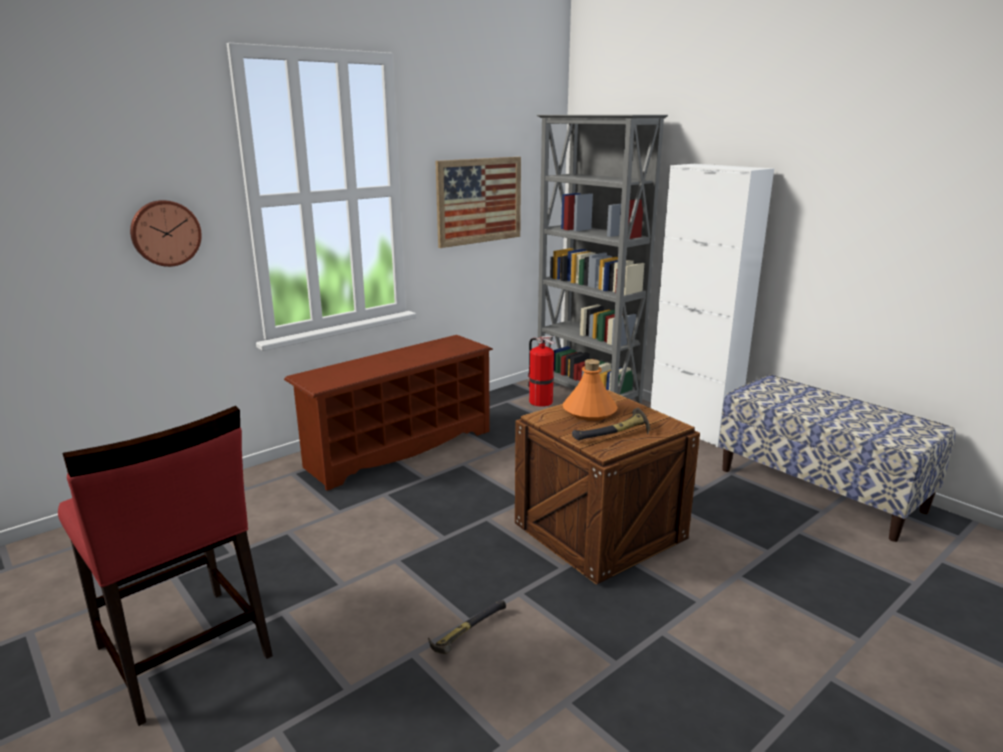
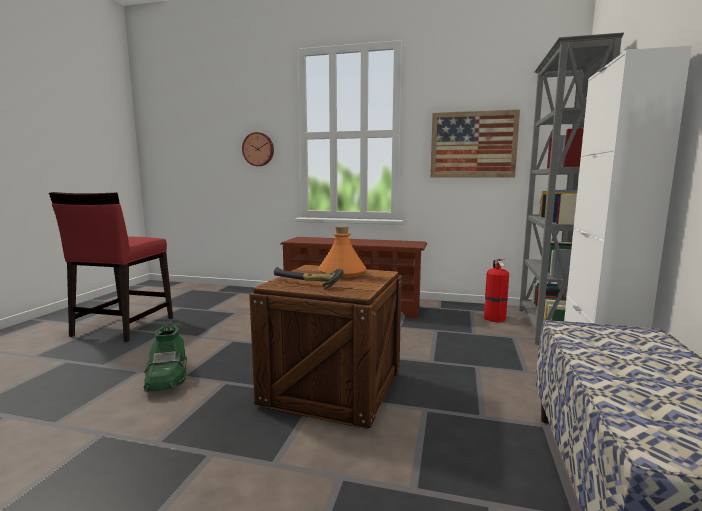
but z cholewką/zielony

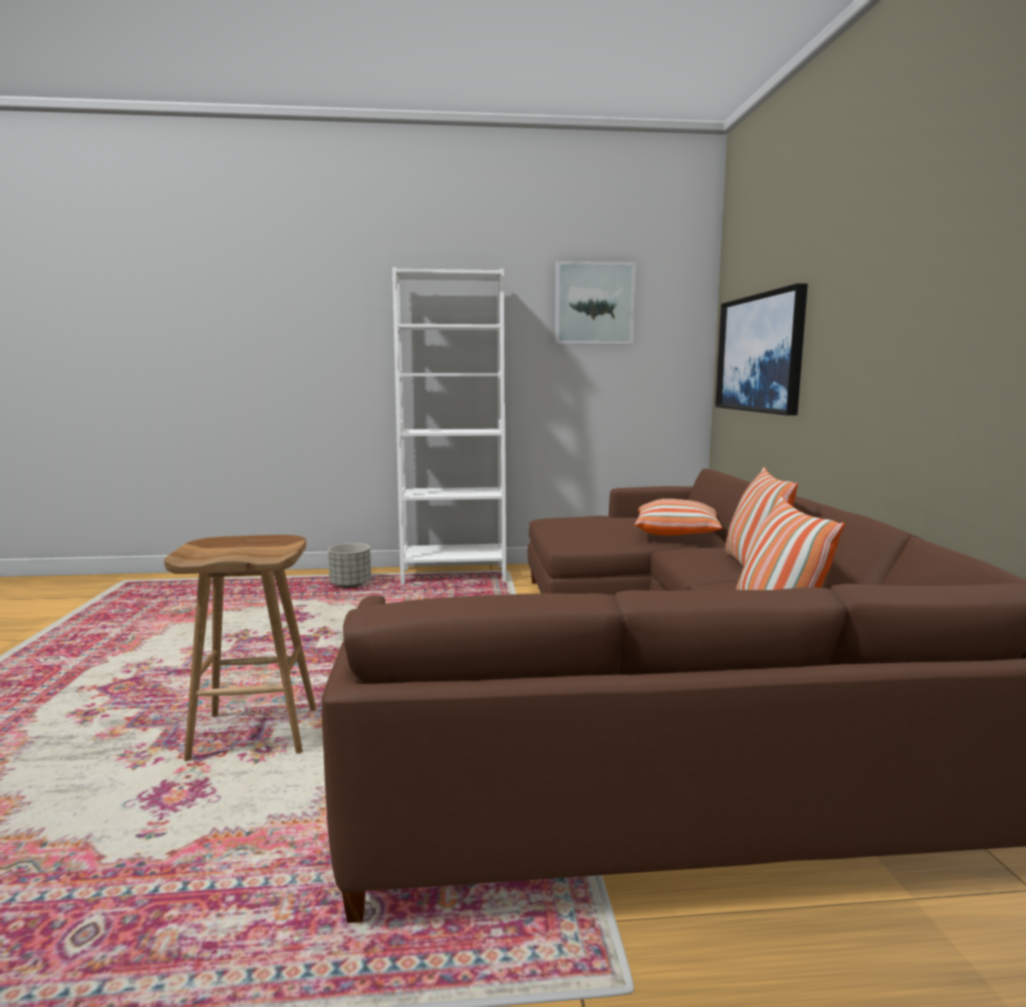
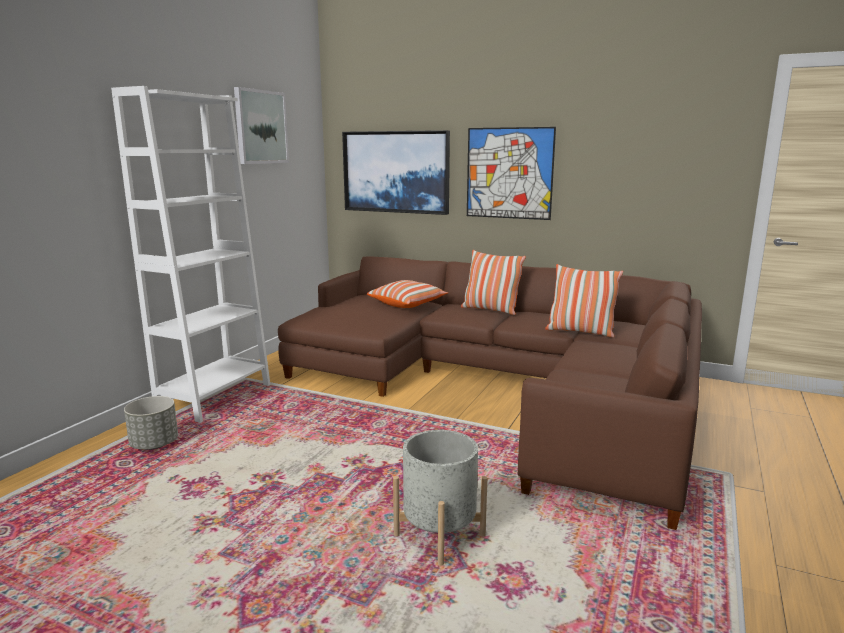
donica/szary (no. 2 from left); obraz (no. 3 from left)

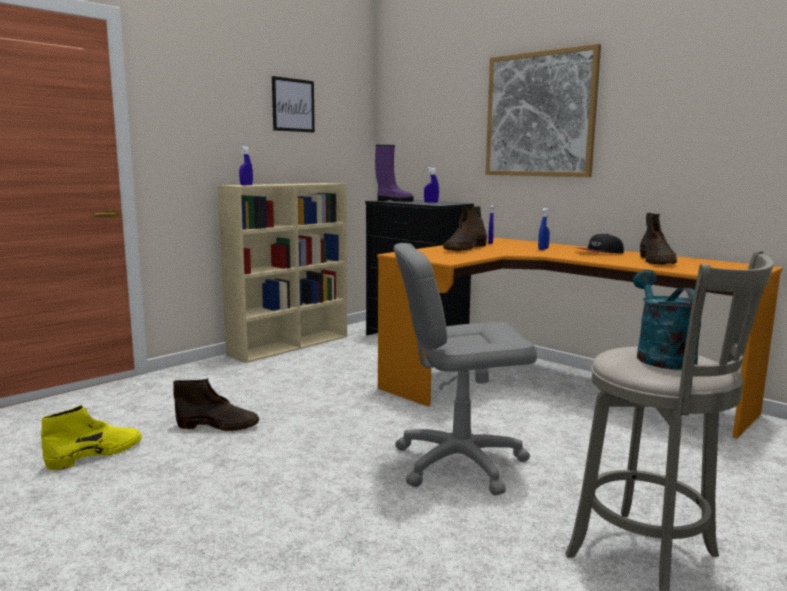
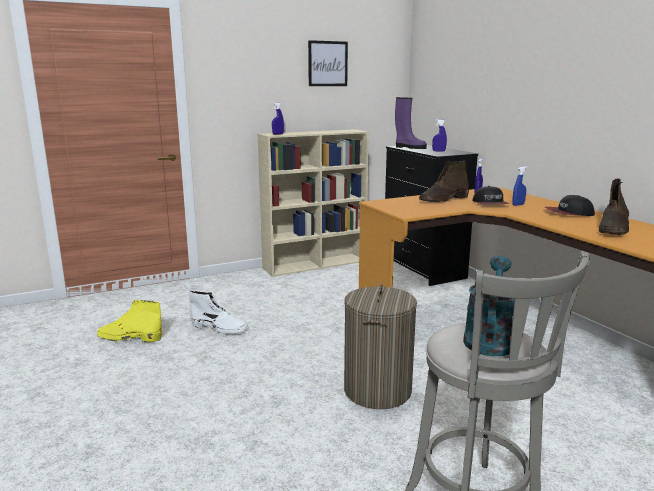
but z cholewką/żółty; but z cholewką/biały; kosz na pranie; czapka z daszkiem (no. 1 from left); obraz (no. 2 from left in the first image)

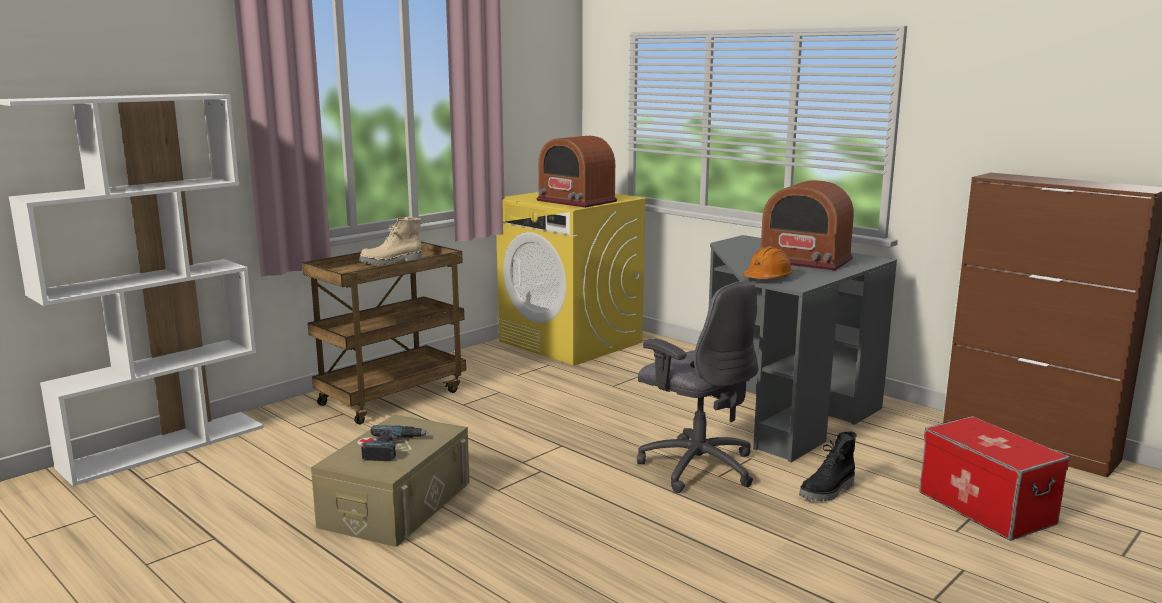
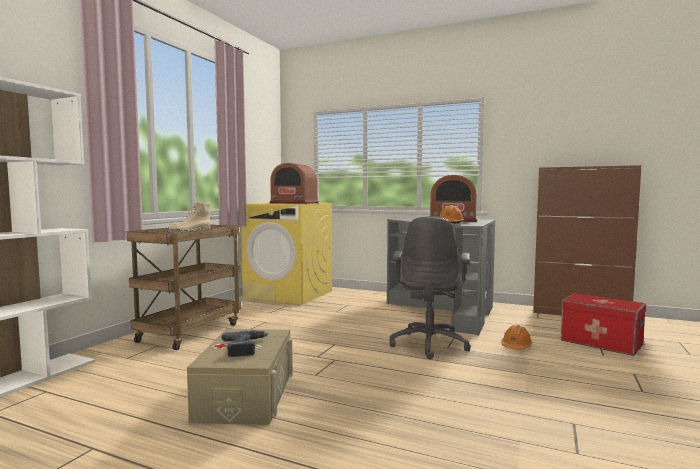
krzesło biurowe/szary; kask/pomarańczowy (no. 2 from left)

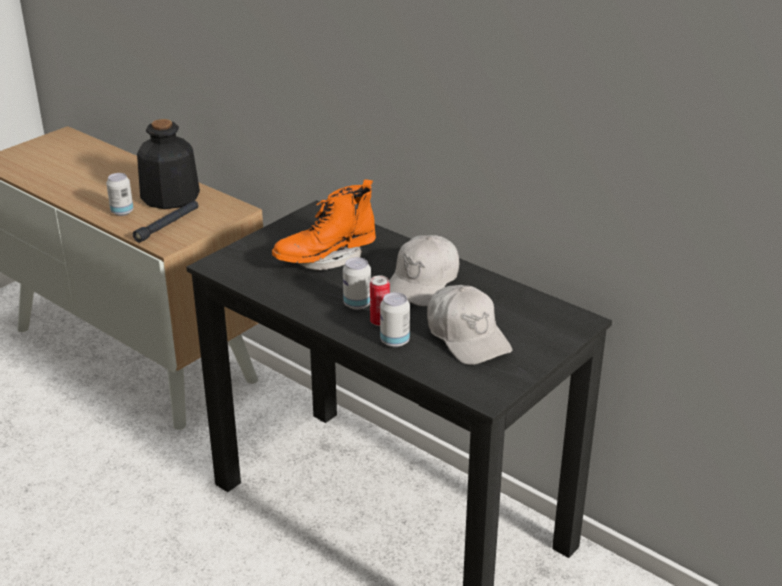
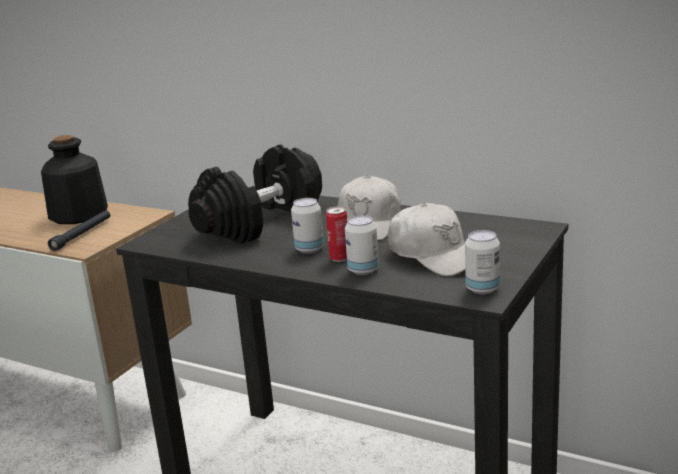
hantel/czarny; puszka (no. 4 from left)

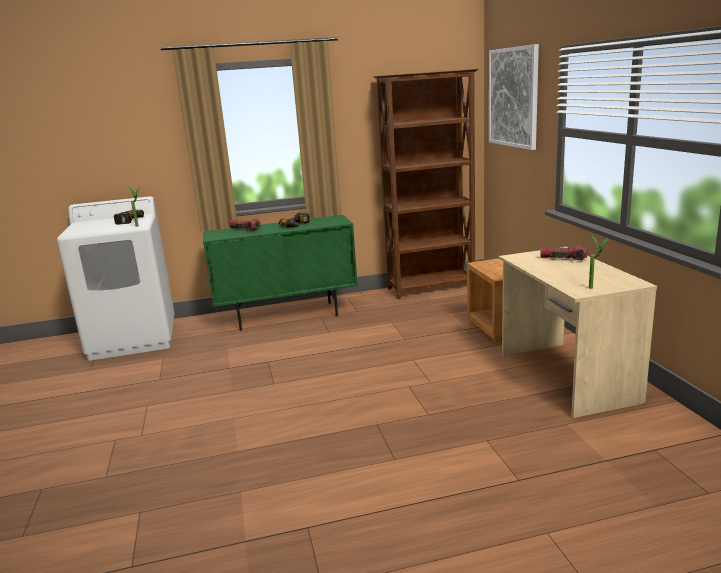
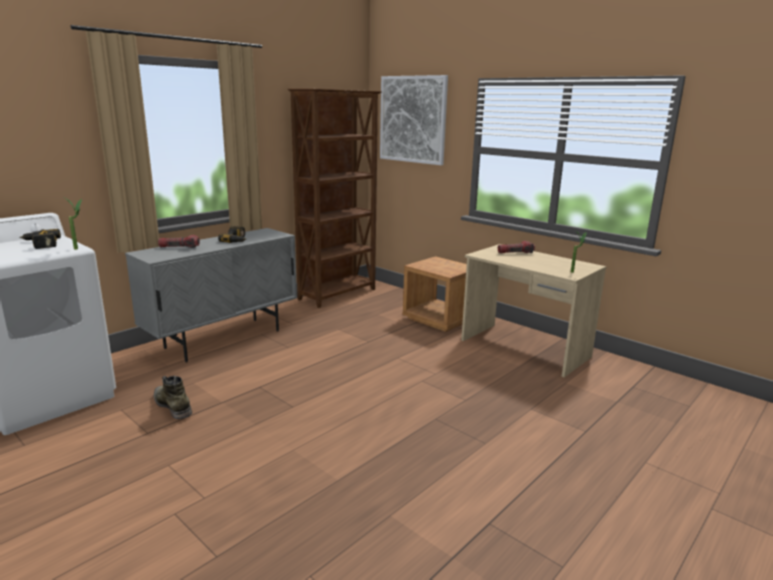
szafka/szary; but z cholewką/zielony

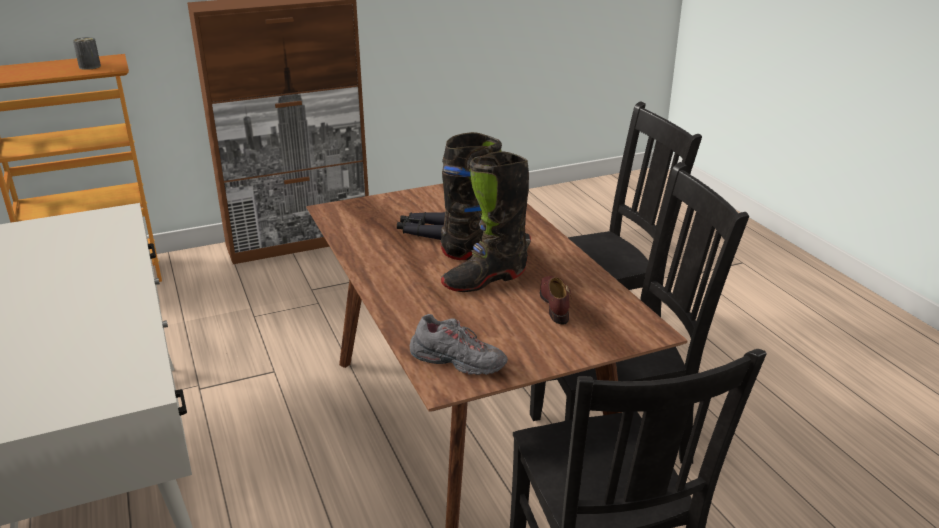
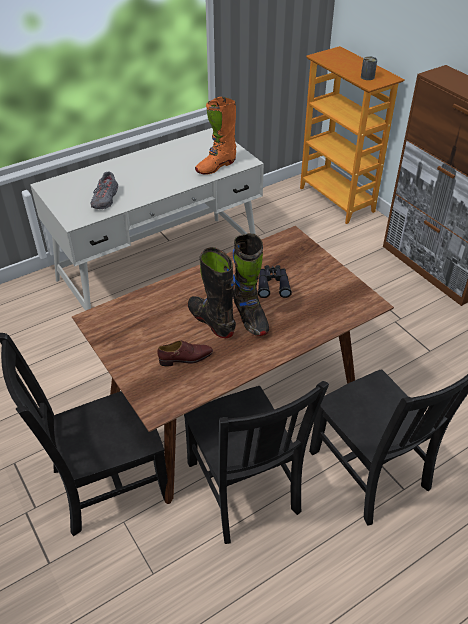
but/szary; but z cholewką/pomarańczowy

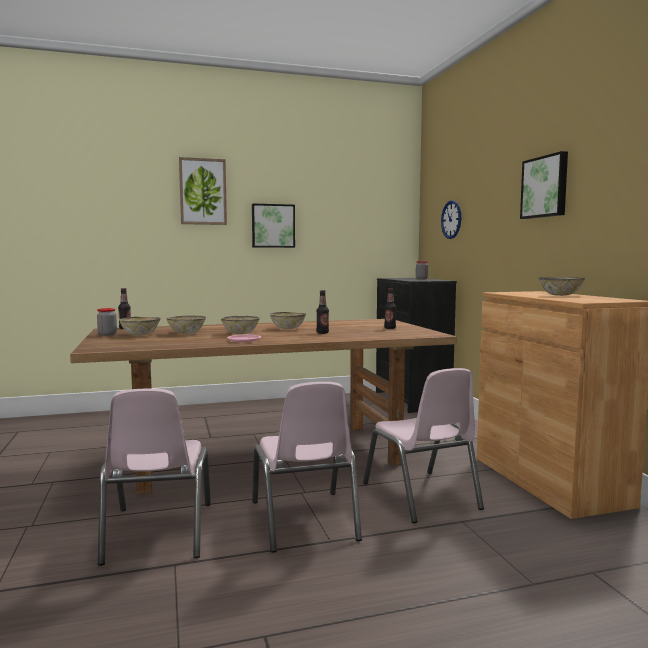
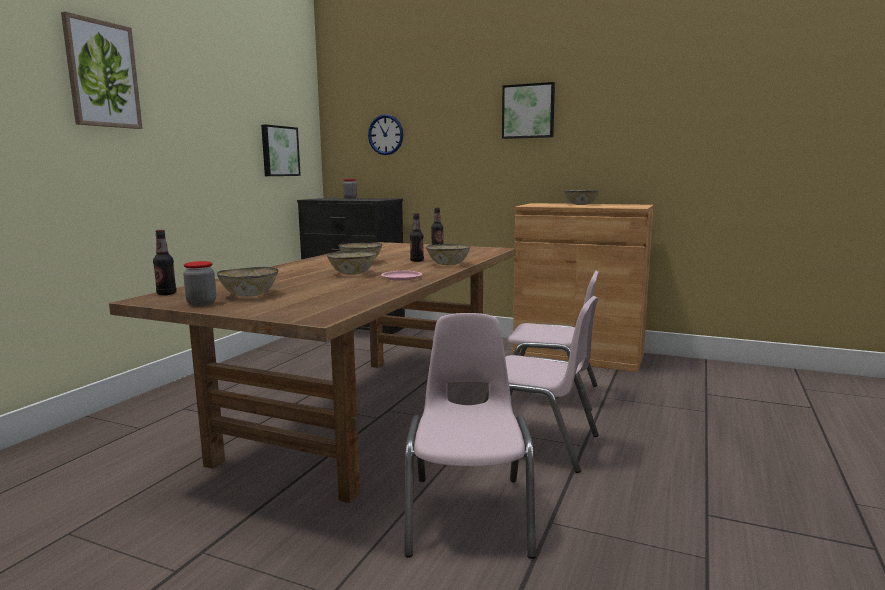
obraz (no. 2 from left); krzesło/różowy (no. 1 from left); miska (no. 4 from left)

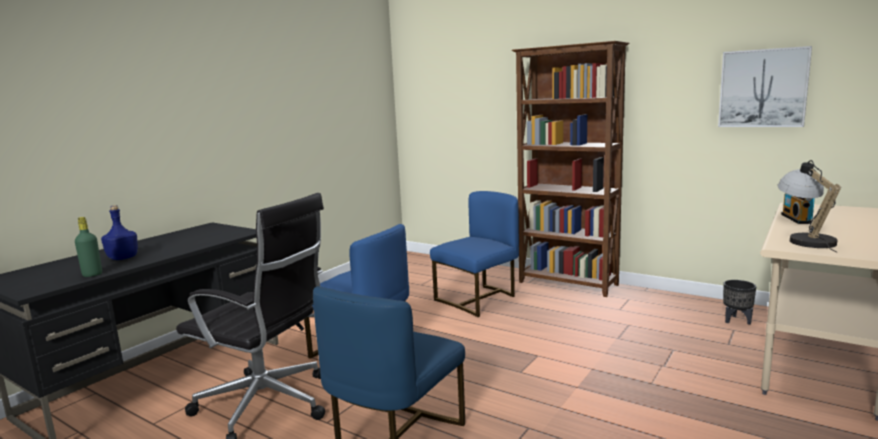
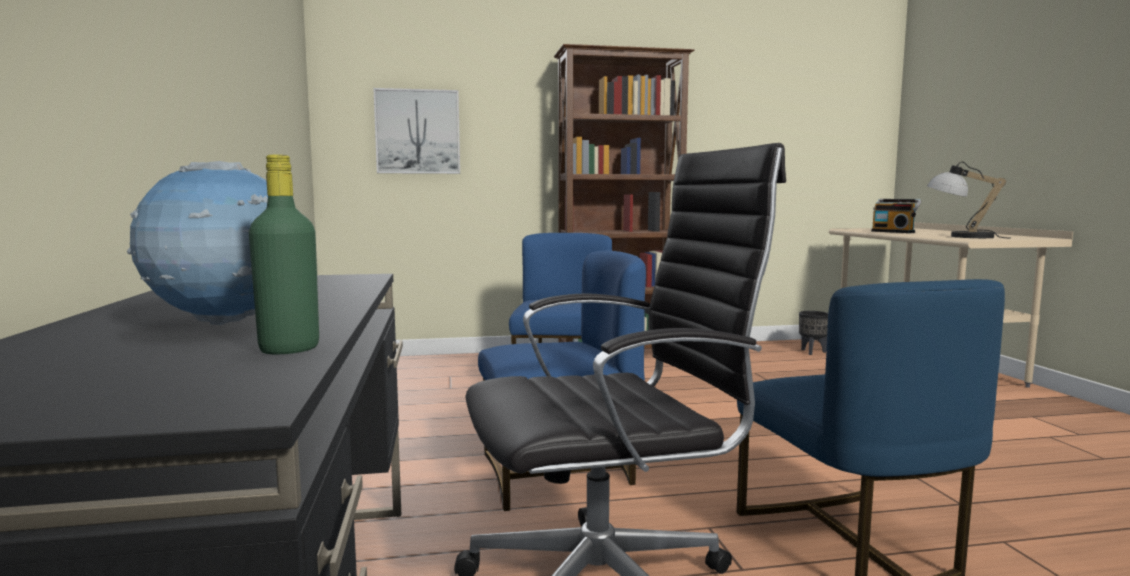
globus; obraz

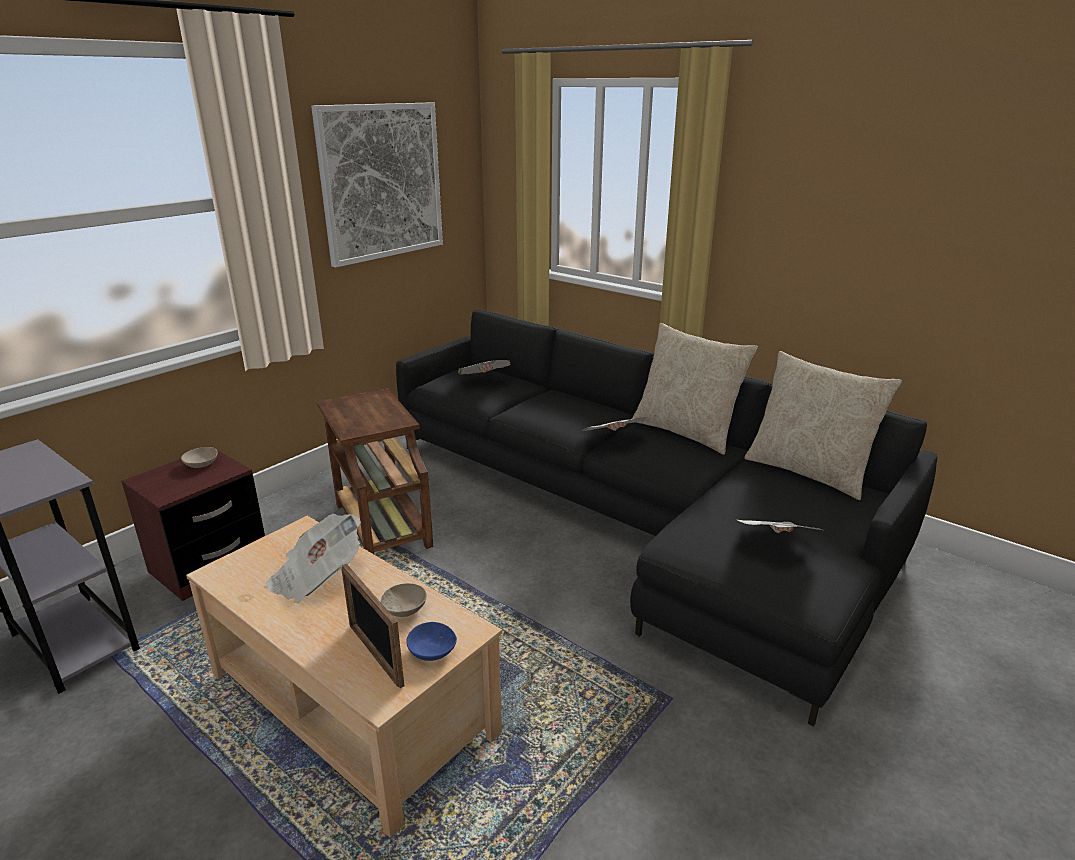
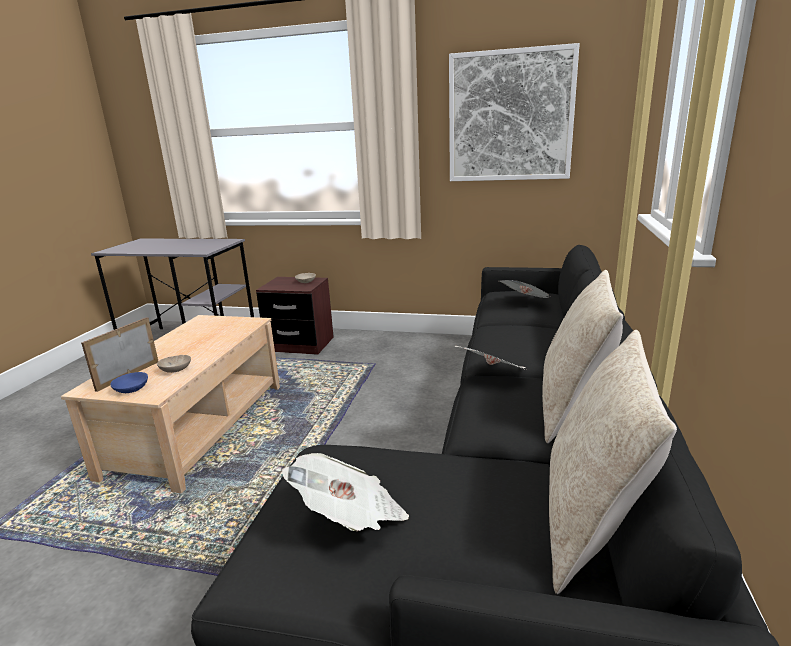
gazeta (no. 1 from left in the first image); stolik/brązowy

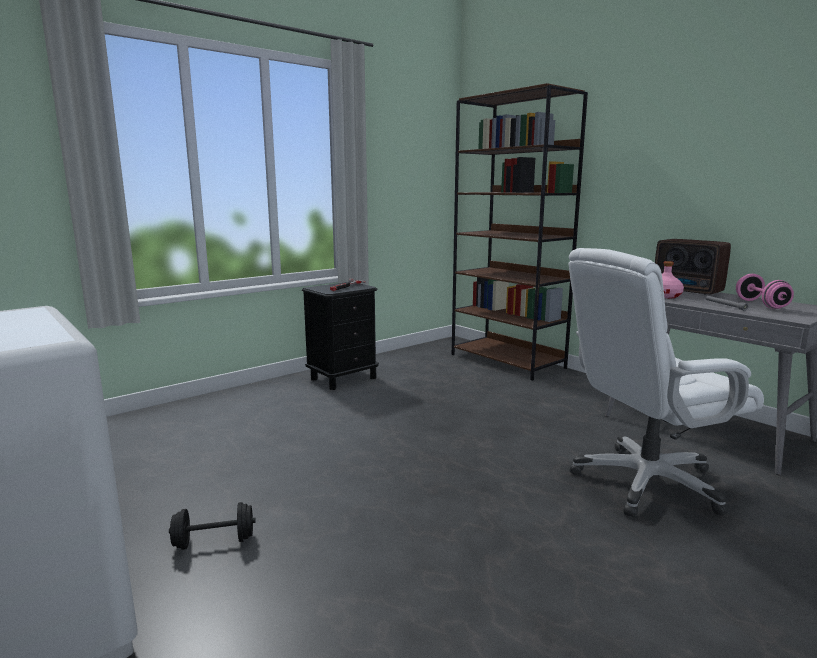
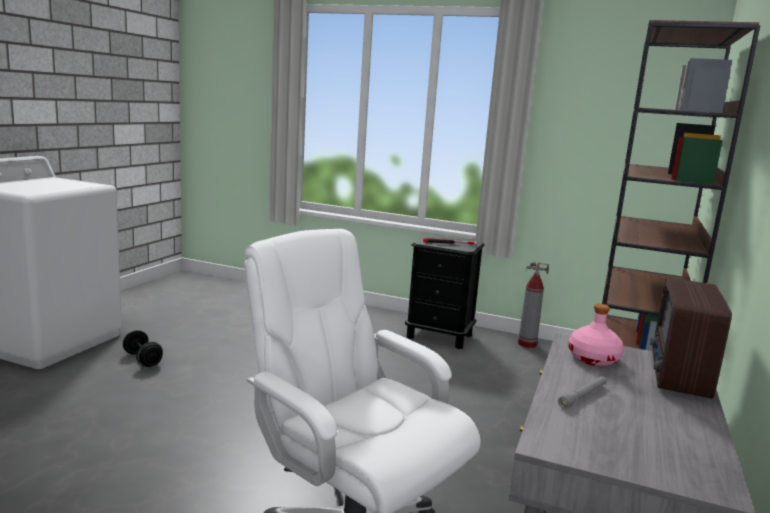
gaśnica; hantel/różowy

